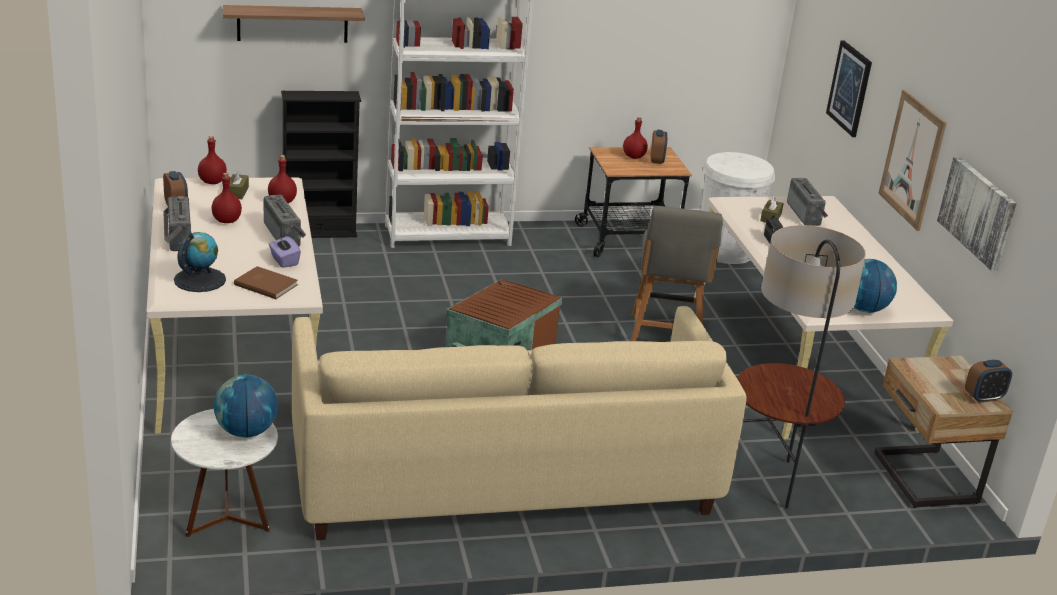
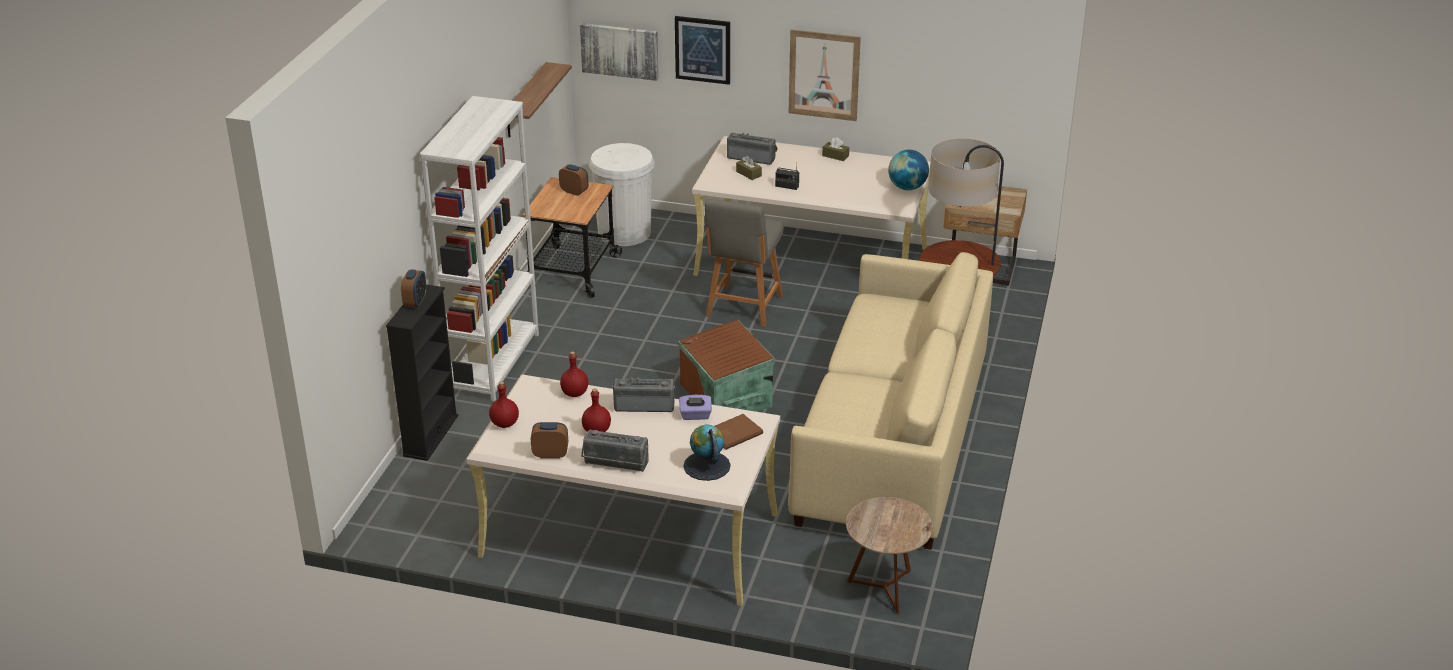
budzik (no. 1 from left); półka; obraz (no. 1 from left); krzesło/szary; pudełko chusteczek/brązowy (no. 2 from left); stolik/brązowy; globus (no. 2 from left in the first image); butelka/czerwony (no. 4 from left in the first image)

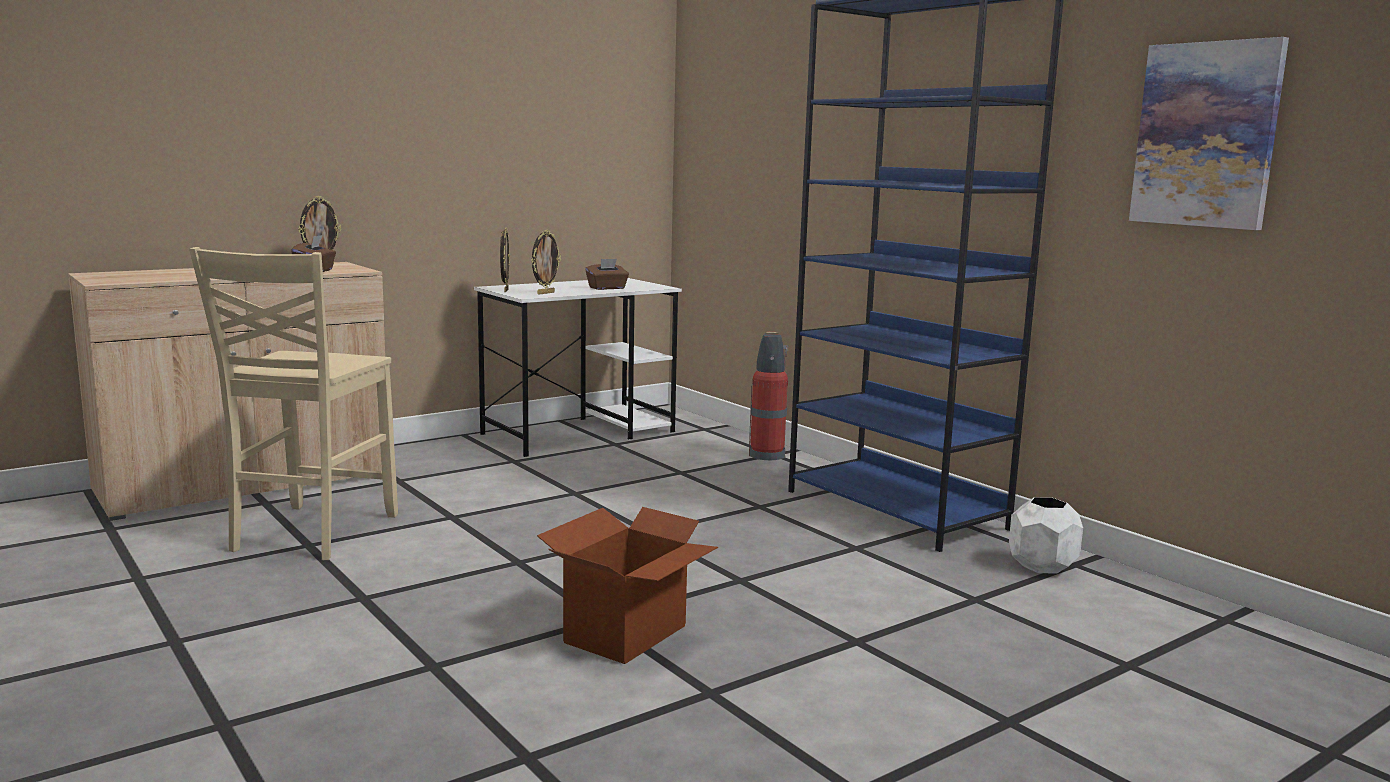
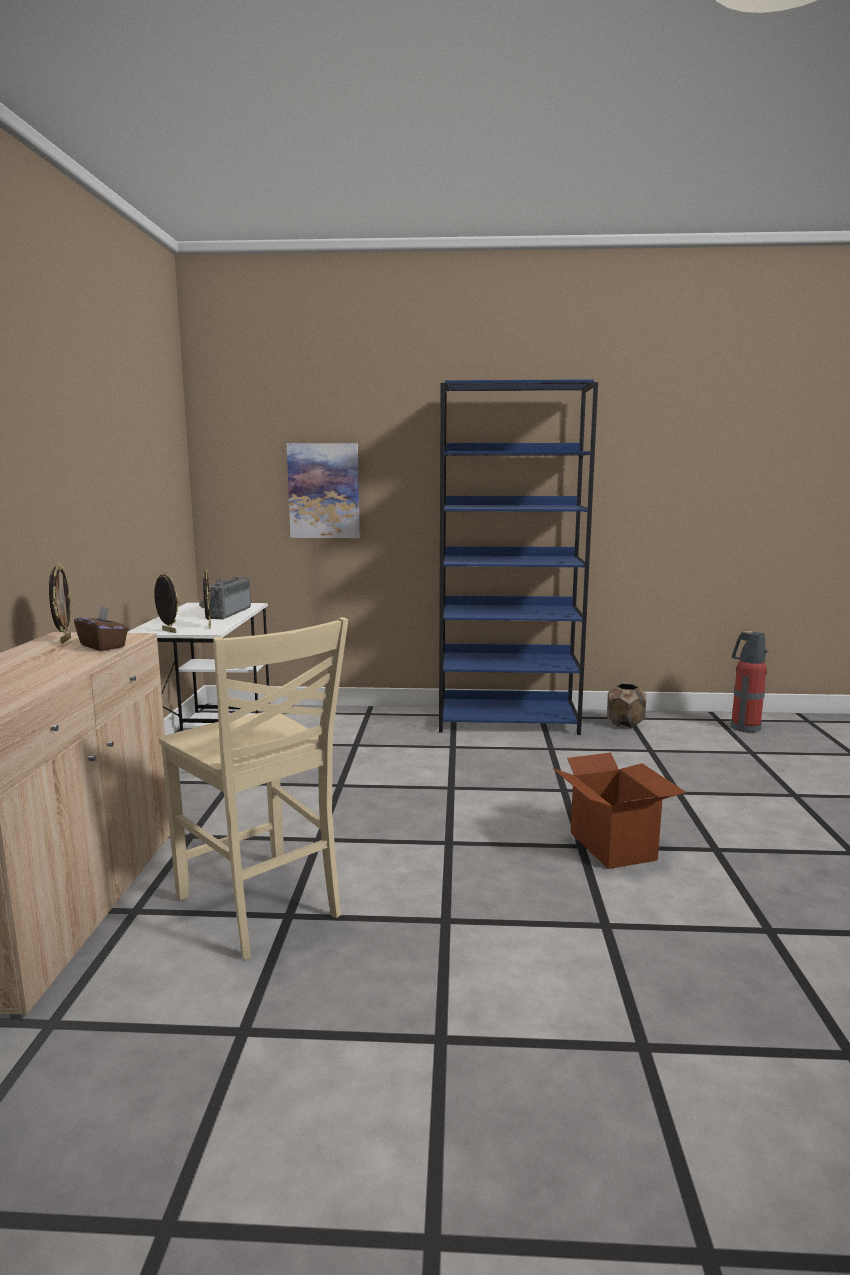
radio; obraz; donica/brązowy; gaśnica

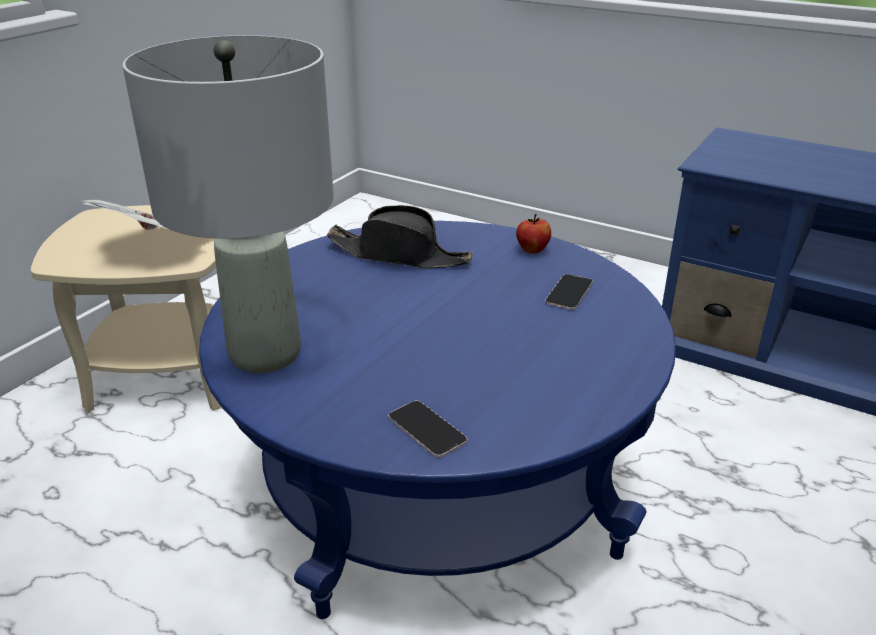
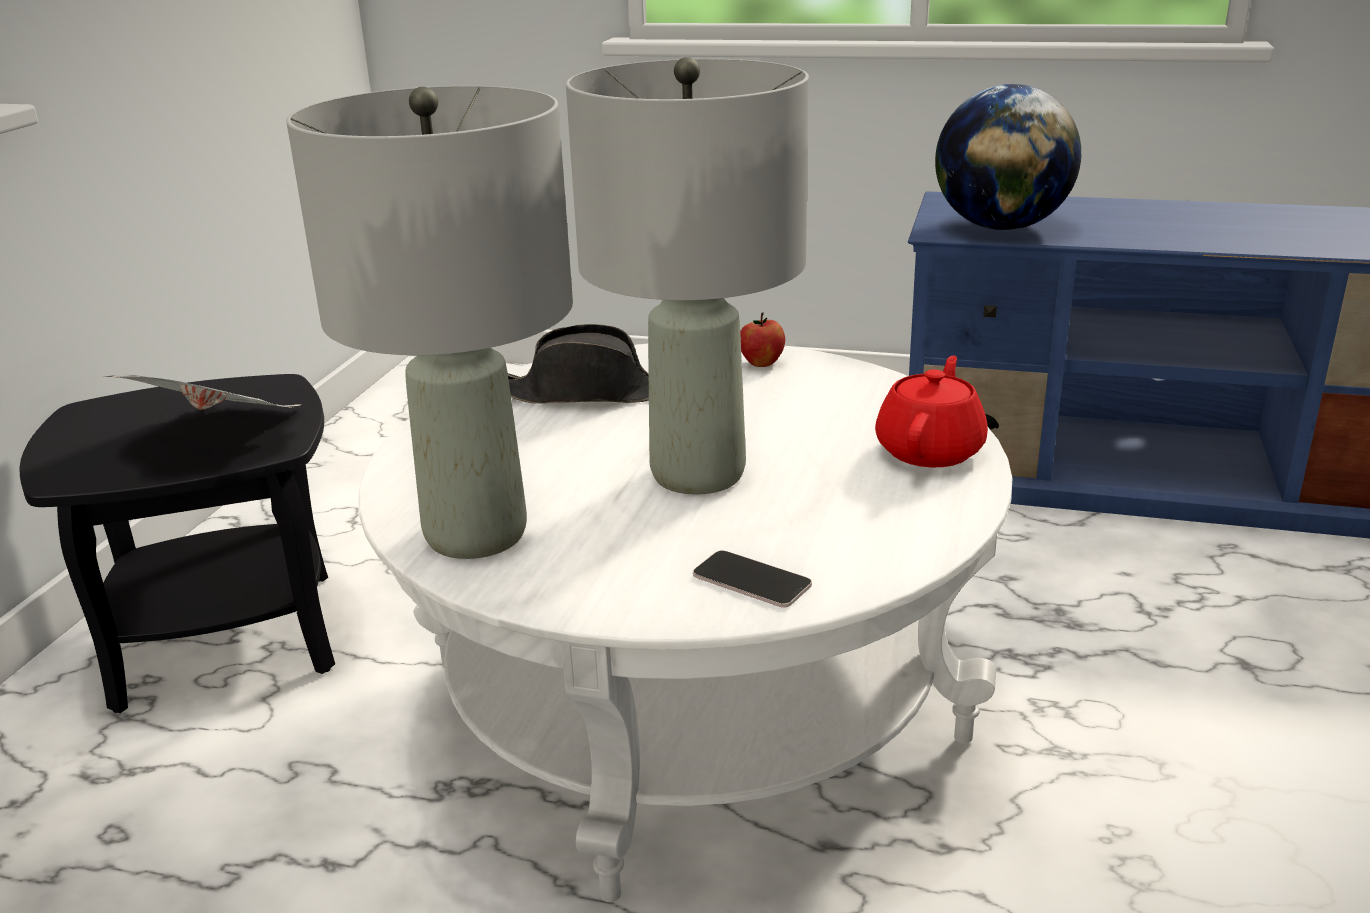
stolik/czarny; ława/biały; lampa stołowa/szary (no. 2 from left); imbryk/czerwony; globus; telefon (no. 2 from left in the first image)

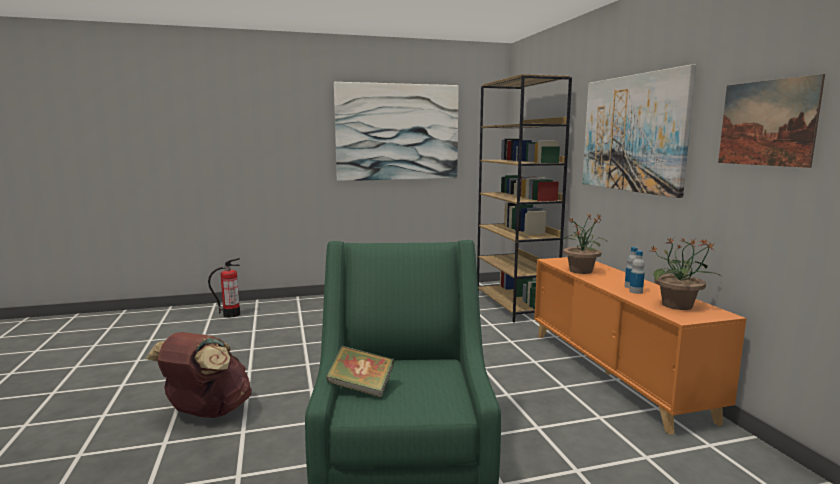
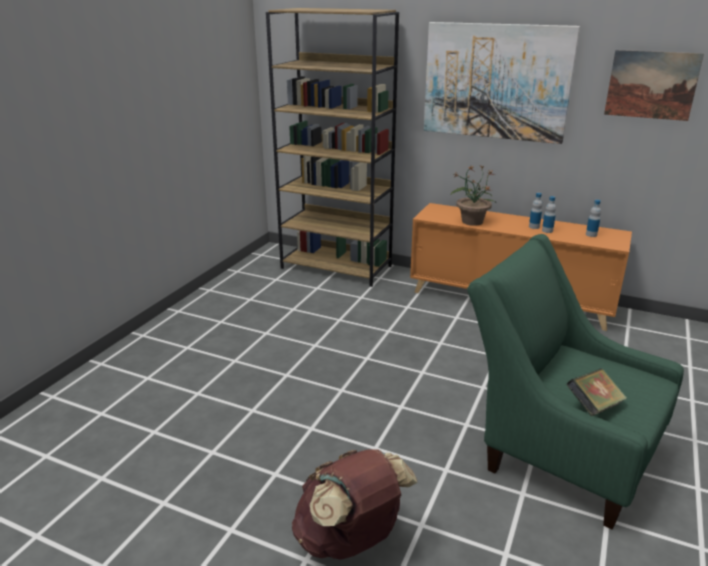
butelka (no. 3 from left); gaśnica; obraz (no. 1 from left in the first image)

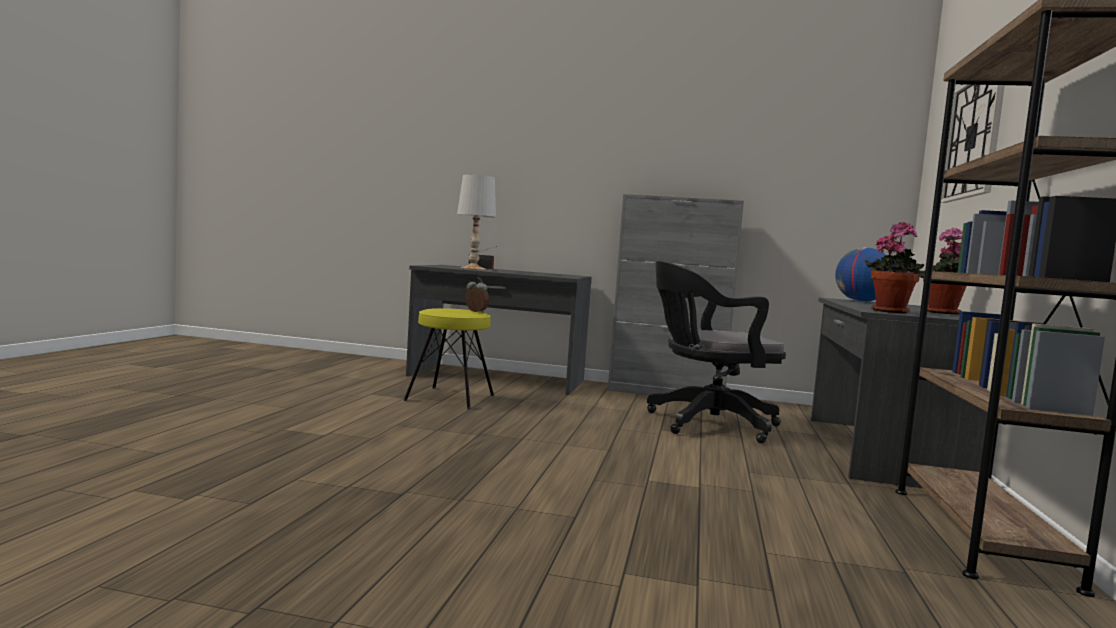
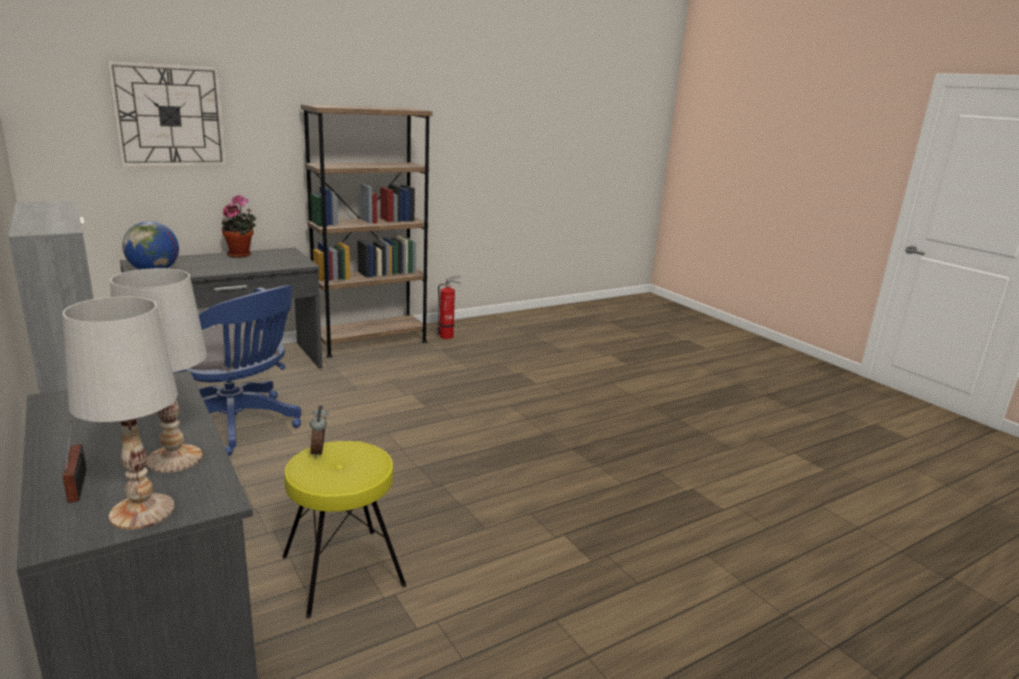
lampa stołowa/biały (no. 1 from left); krzesło biurowe/niebieski; gaśnica; roślina doniczkowa (no. 1 from left in the first image)

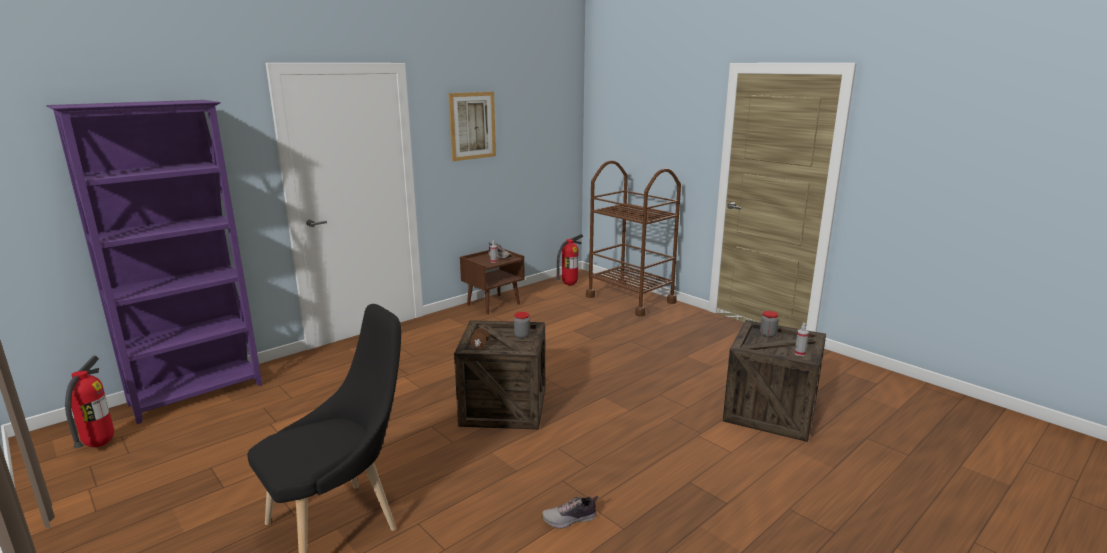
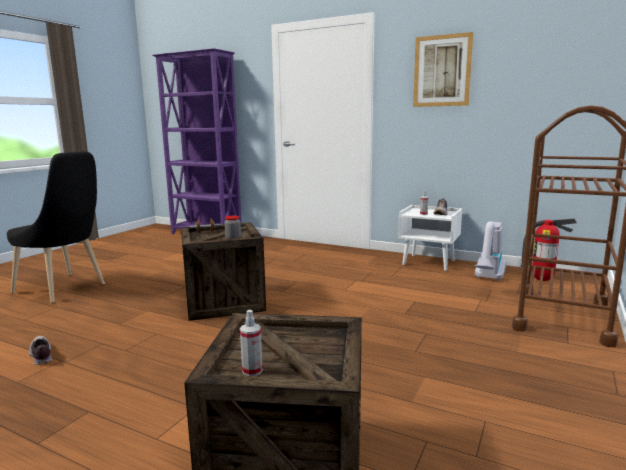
szafka nocna/biały; odkurzacz; gaśnica (no. 1 from left in the first image); słoik (no. 2 from left in the first image)

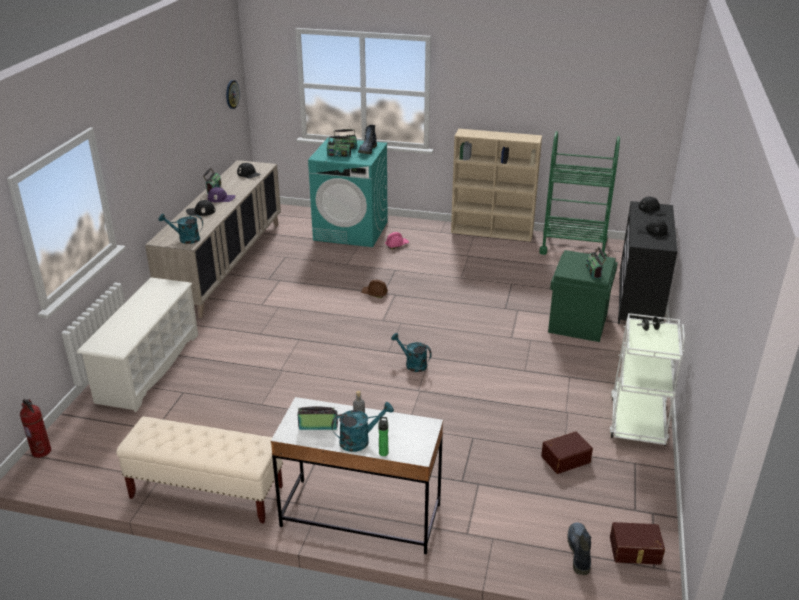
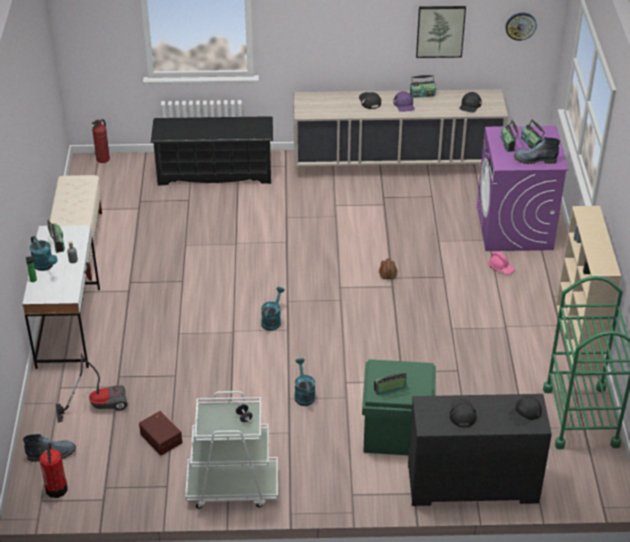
gaśnica (no. 1 from left); odkurzacz; regał na buty/czarny; konewka/turkusowy (no. 3 from left); obraz; pralka/fioletowy

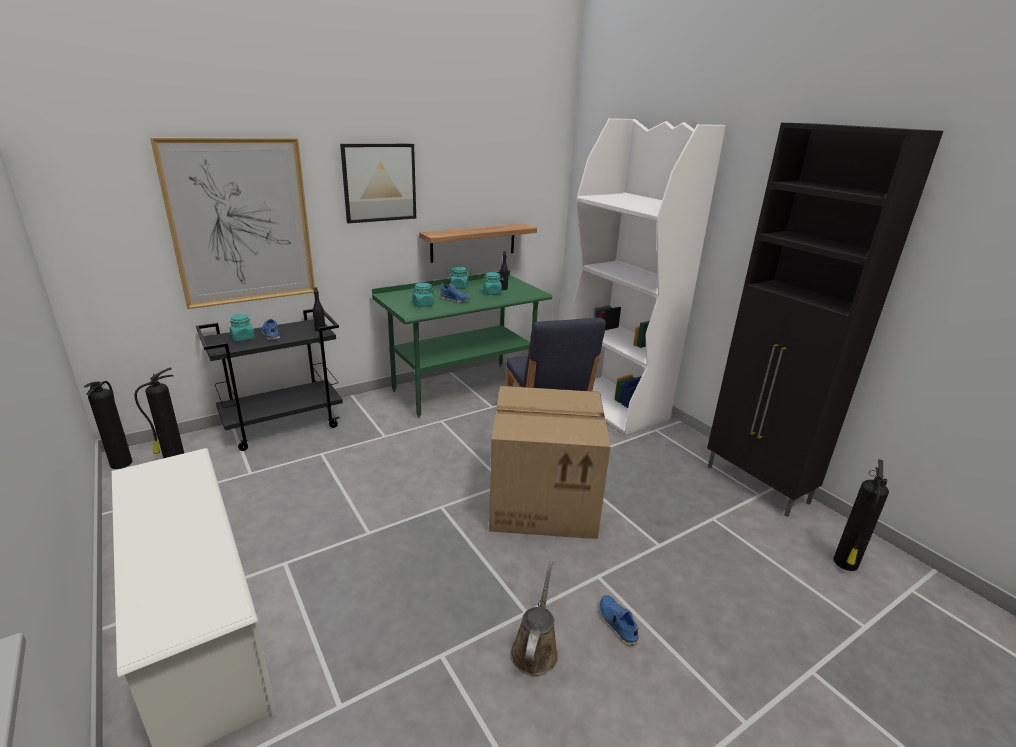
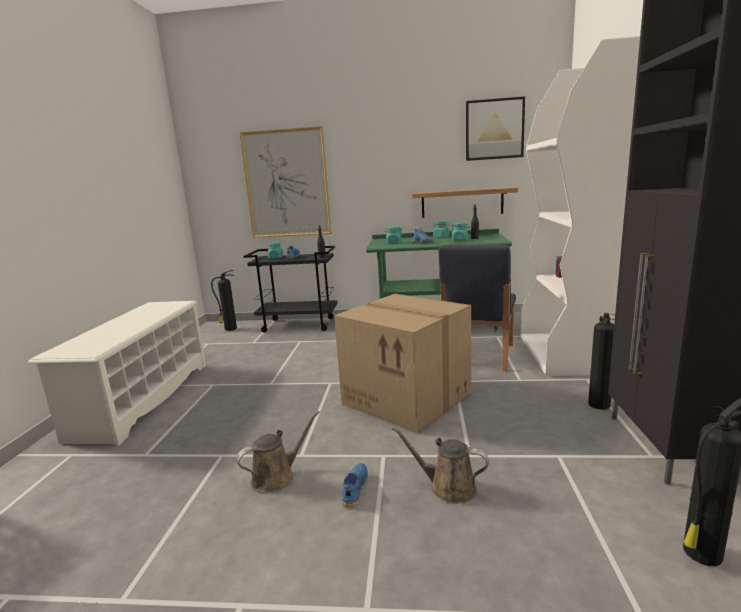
konewka/brązowy (no. 2 from left); obraz (no. 2 from left); gaśnica (no. 2 from left)

